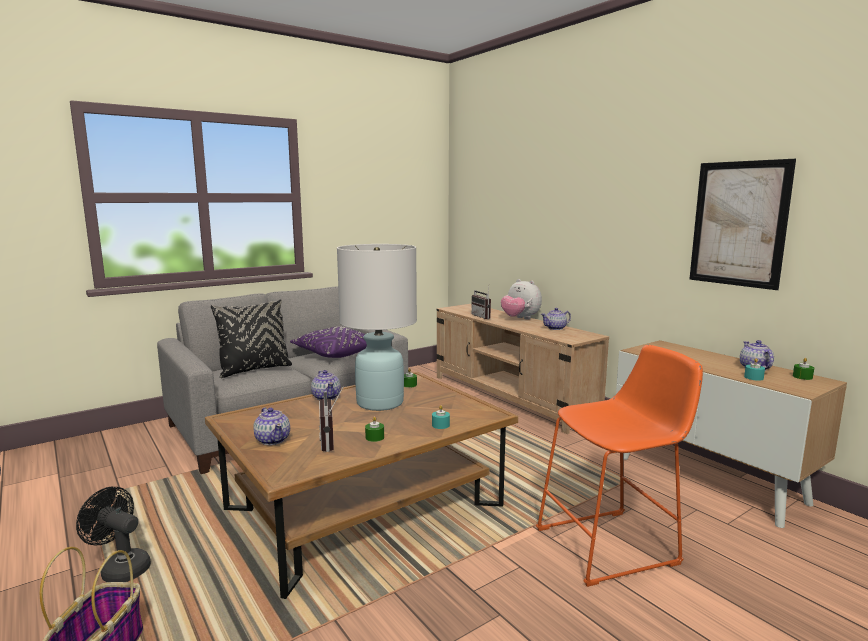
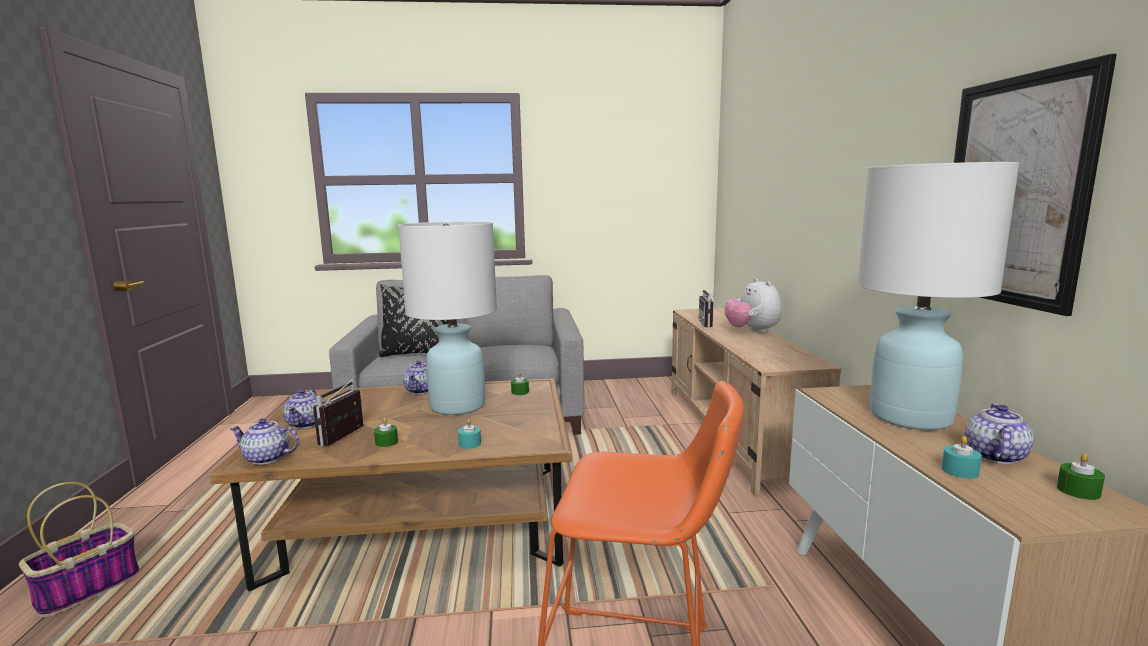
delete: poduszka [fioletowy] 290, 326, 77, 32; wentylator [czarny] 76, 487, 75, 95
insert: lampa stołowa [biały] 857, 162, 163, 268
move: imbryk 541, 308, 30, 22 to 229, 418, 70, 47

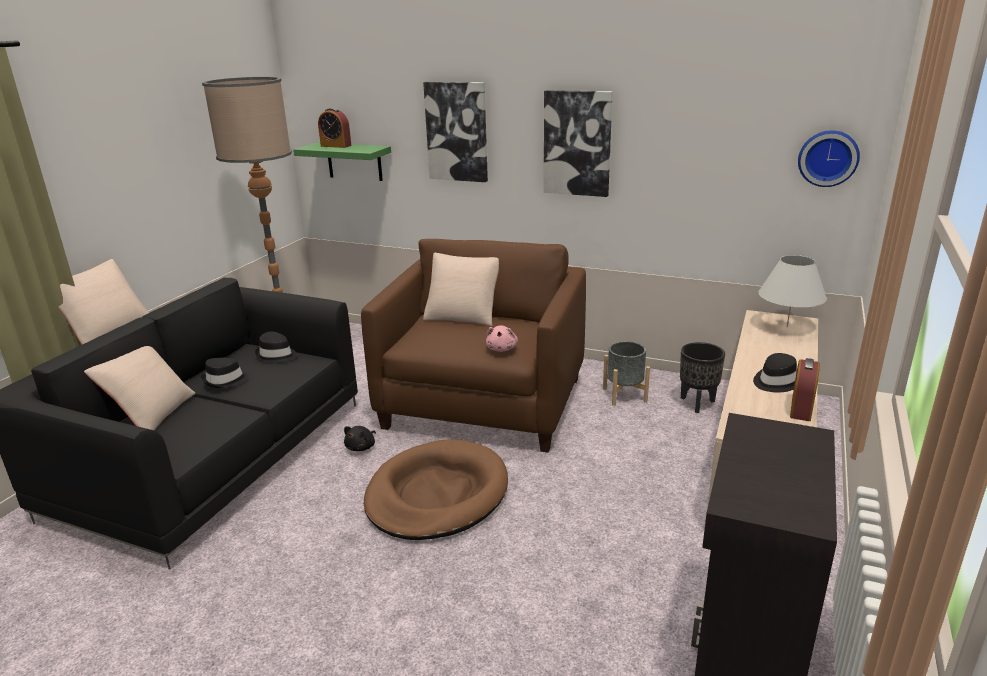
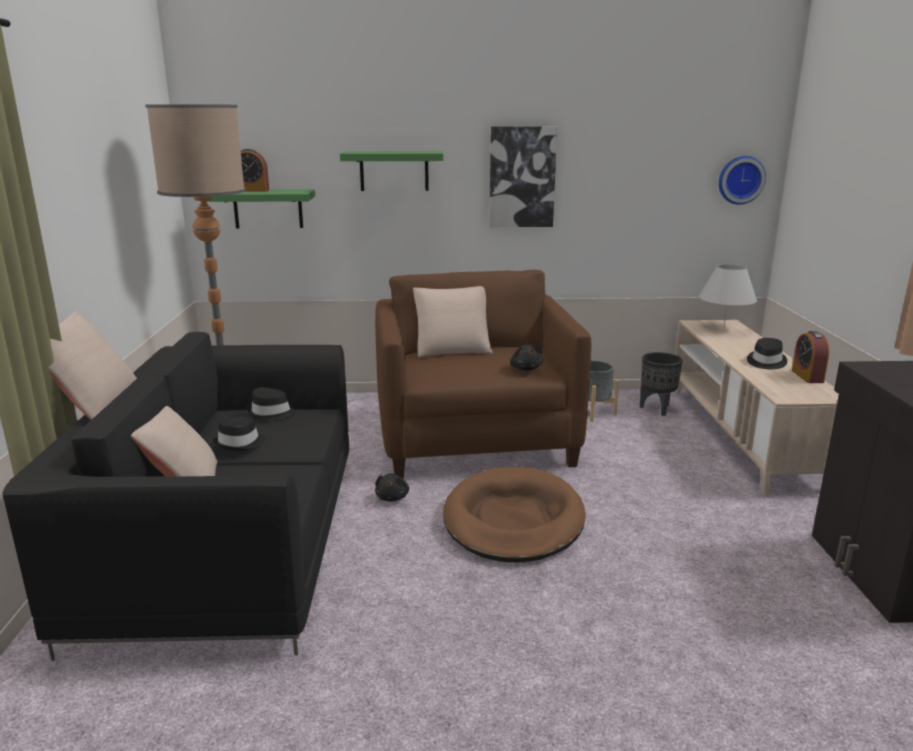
replace: obraz 423, 82, 65, 100 to półka [zielony] 340, 151, 103, 40
recolor: pluszak [różowy] 486, 326, 32, 26 to pluszak [czarny] 510, 344, 33, 27

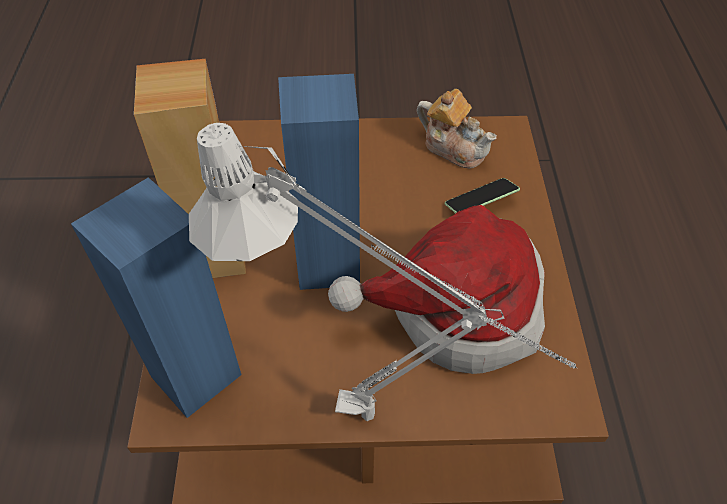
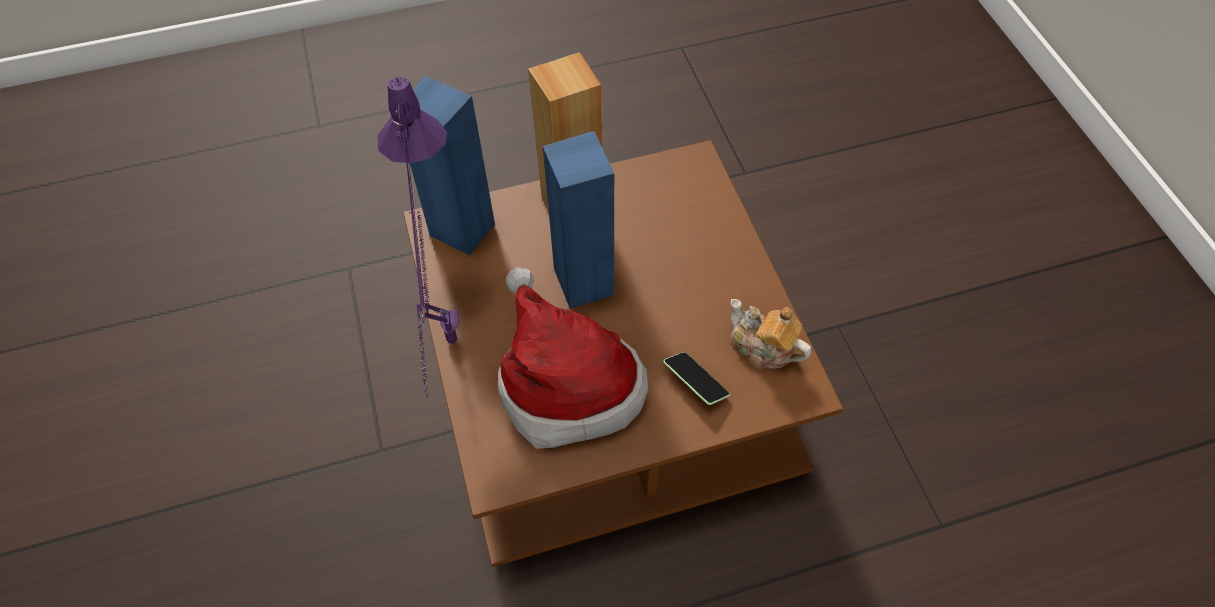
recolor: lampa stołowa [szary] 189, 123, 388, 298 to lampa stołowa [fioletowy] 377, 77, 81, 322
rotate: imbryk 417, 89, 80, 79 = 730, 299, 81, 70 105 degrees clockwise

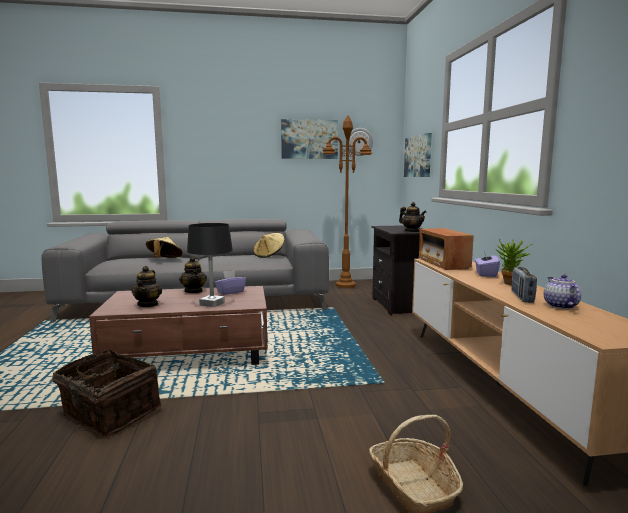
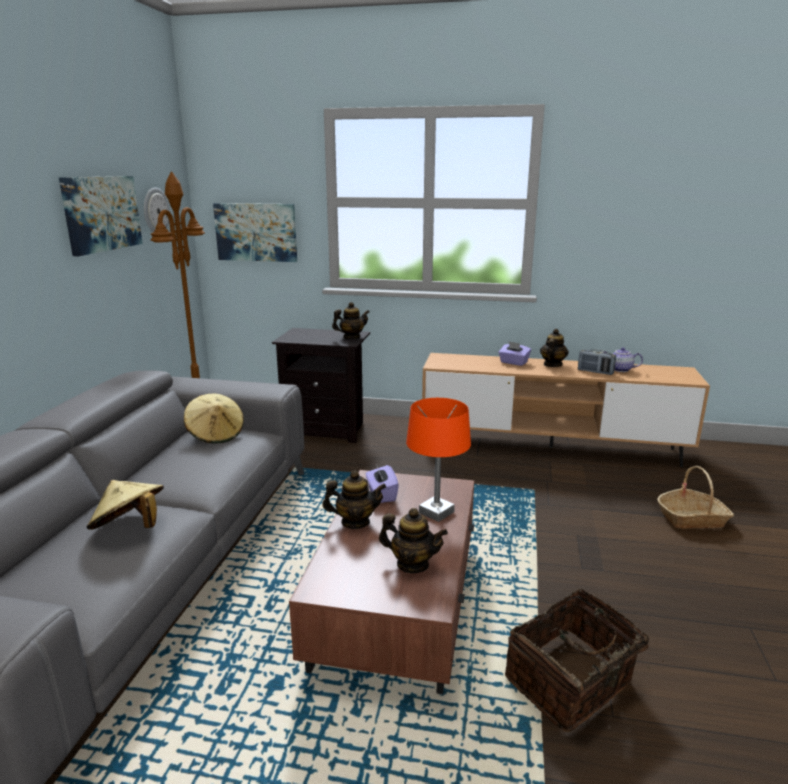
delete: radio 419, 228, 55, 42
replace: roślina doniczkowa 496, 239, 36, 46 to imbryk 540, 329, 29, 38
recolor: lampa stołowa [czarny] 187, 223, 46, 84 to lampa stołowa [pomarańczowy] 406, 398, 65, 124

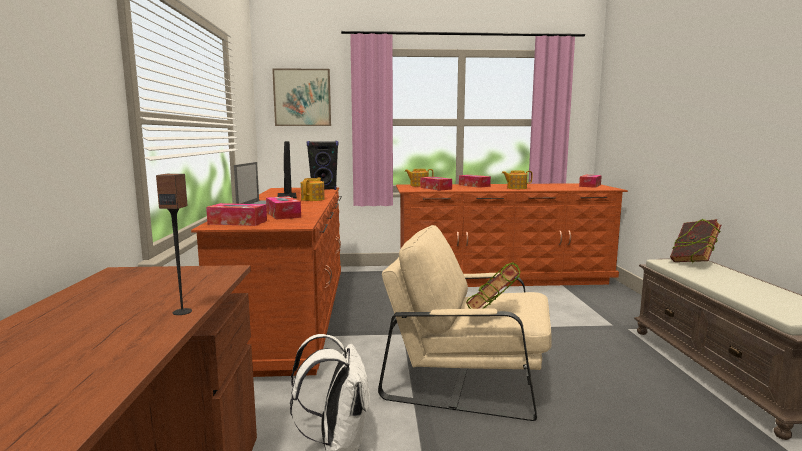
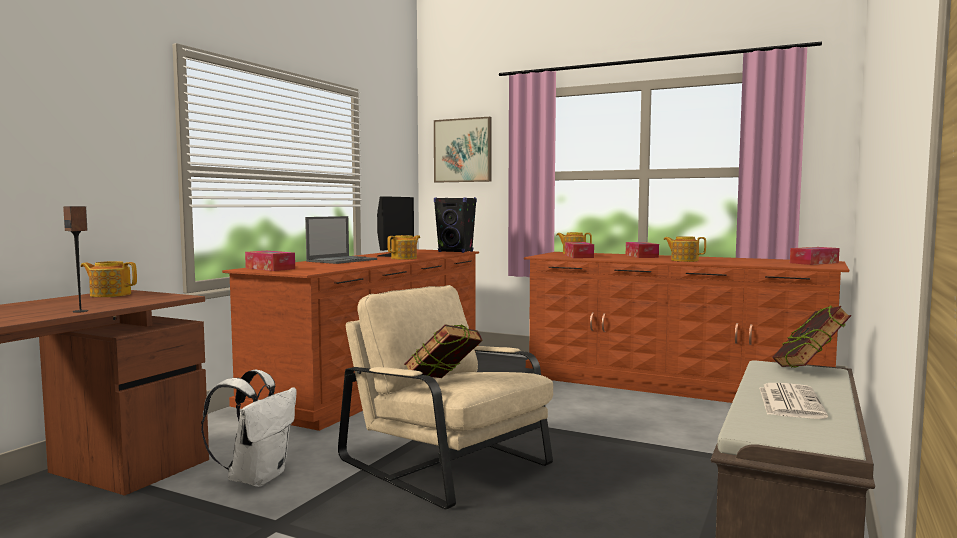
delete: pudełko chusteczek 266, 196, 35, 24
insert: imbryk 81, 261, 56, 36; gazeta 759, 383, 69, 36

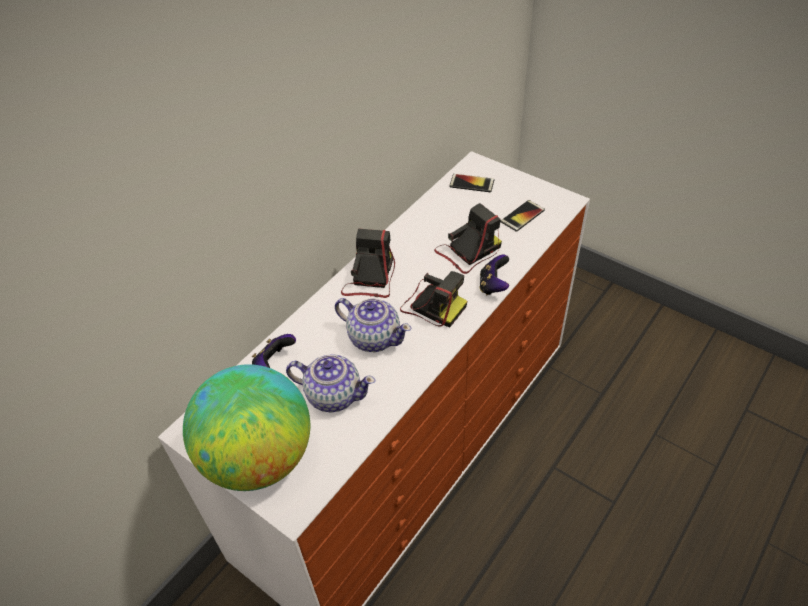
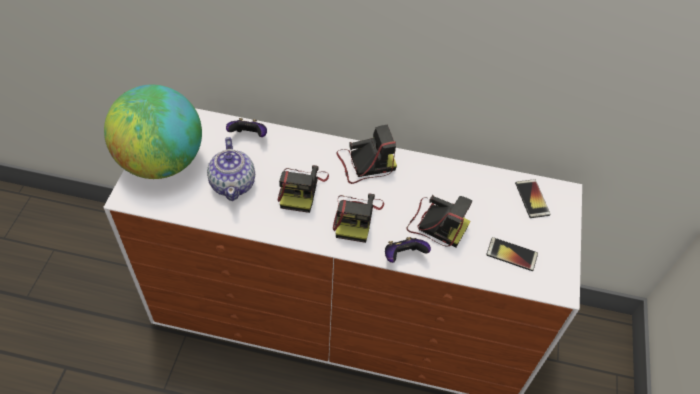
replace: imbryk 335, 298, 77, 54 to aparat fotograficzny 278, 165, 51, 48

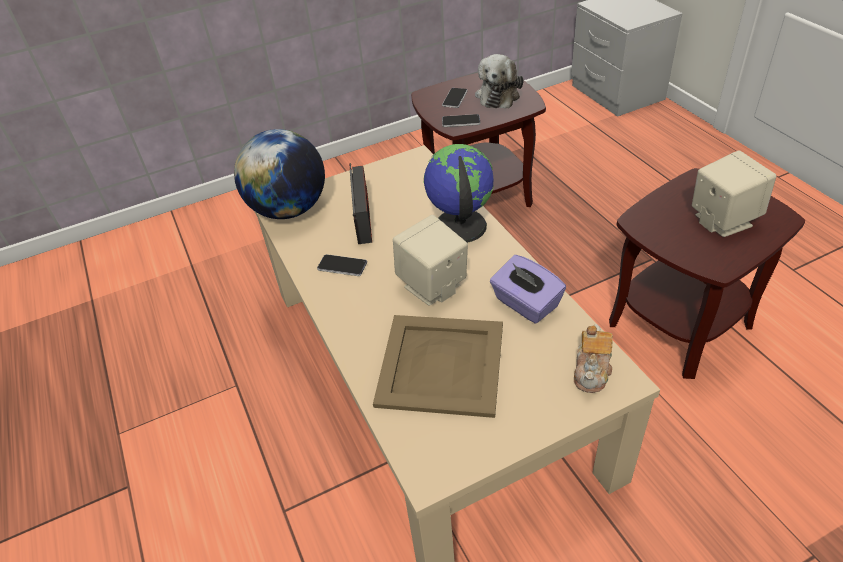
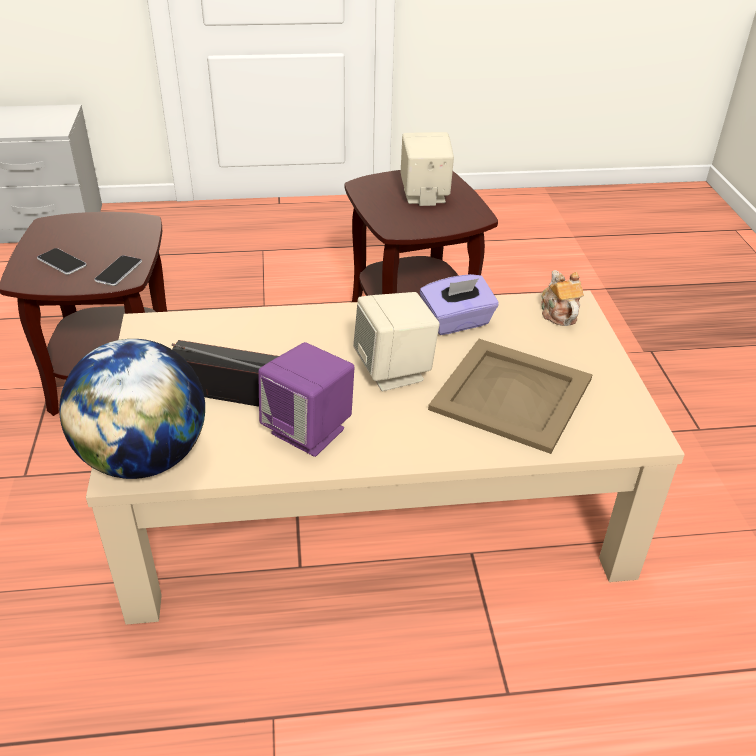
delete: pluszak 475, 54, 48, 54; globus 423, 144, 71, 99
replace: telefon 317, 254, 50, 22 to głośnik [fioletowy] 258, 342, 97, 115
rotate: imbryk 574, 324, 39, 69 = 541, 270, 43, 56 135 degrees counterclockwise

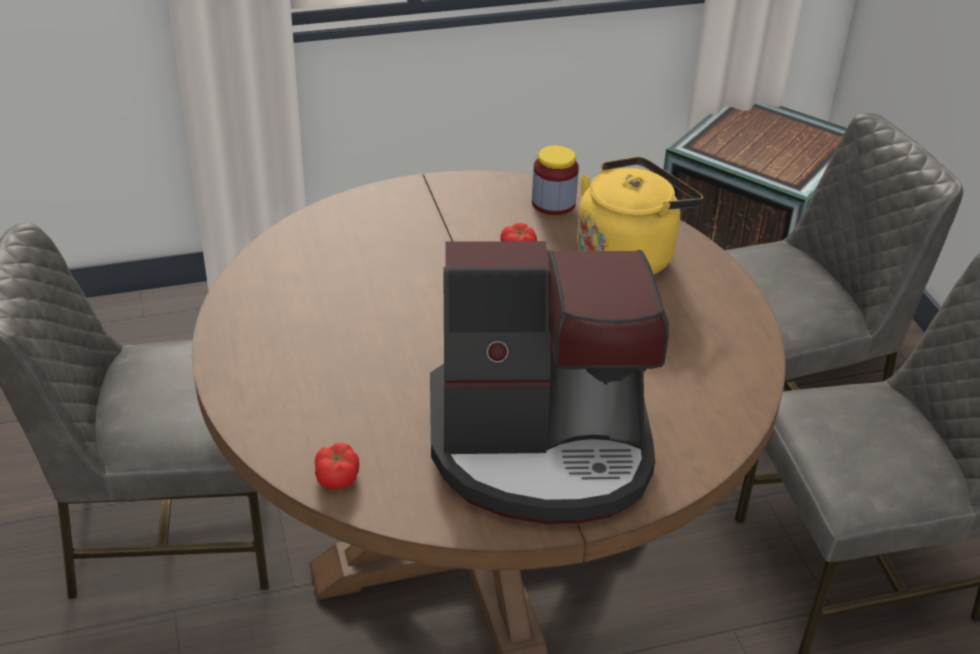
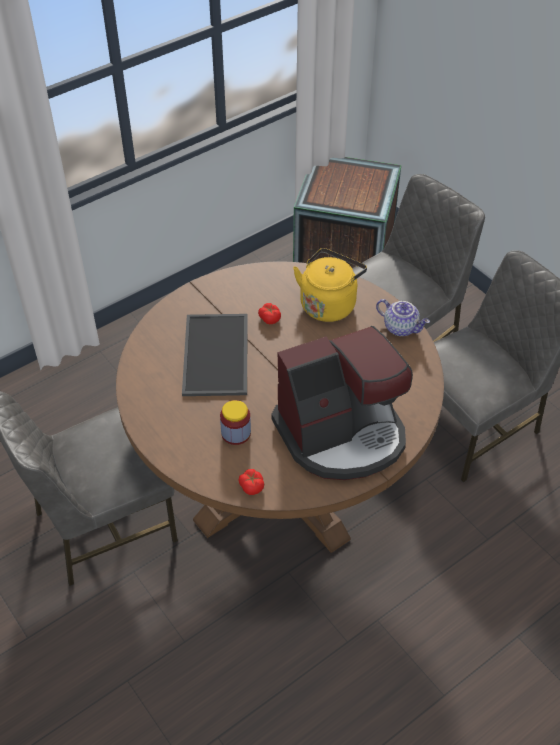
insert: imbryk 376, 299, 54, 37; taca 182, 314, 66, 82
move: słoik 532, 145, 47, 70 to 220, 400, 31, 45

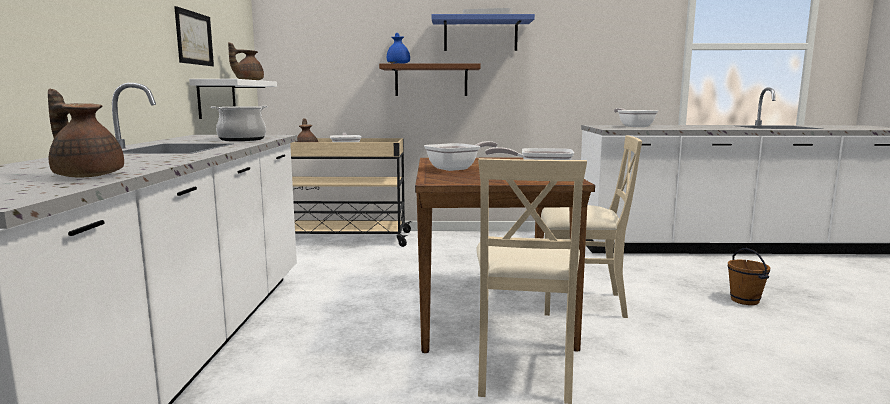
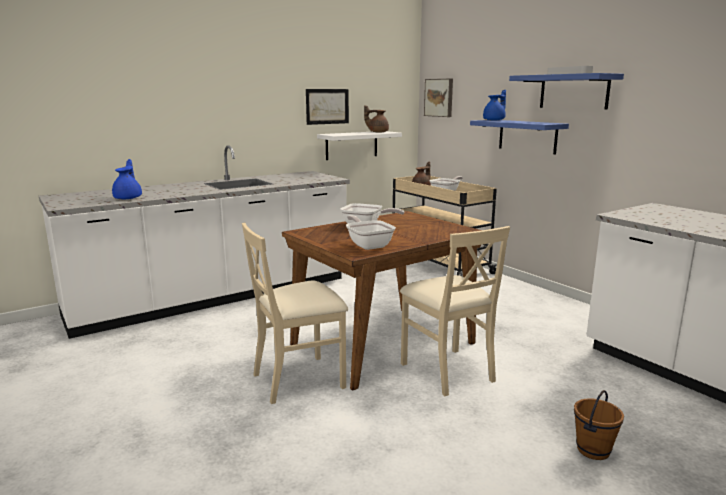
delete: garnek 211, 106, 57, 35; patelnia 614, 108, 44, 19
insert: obraz 424, 79, 29, 38
recolor: półka [brązowy] 379, 63, 102, 33 to półka [niebieski] 470, 120, 99, 34; imbryk [brązowy] 48, 89, 76, 88 to imbryk [niebieski] 112, 159, 30, 41

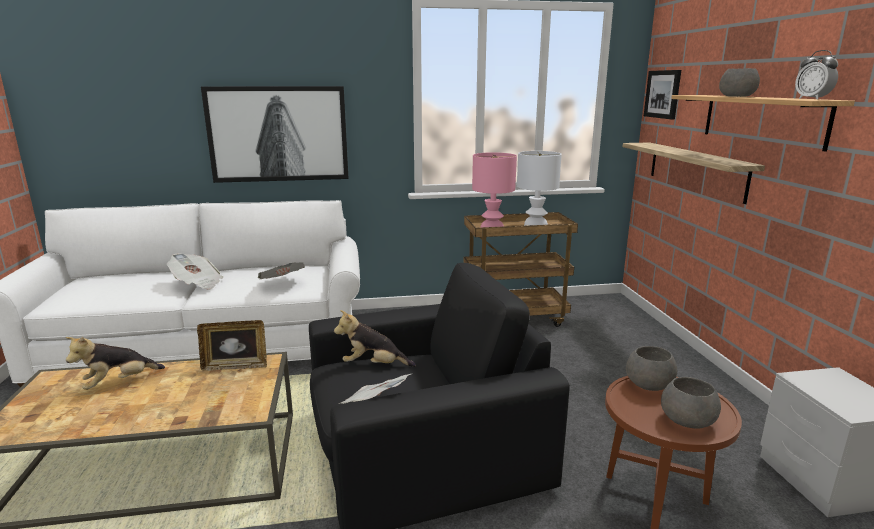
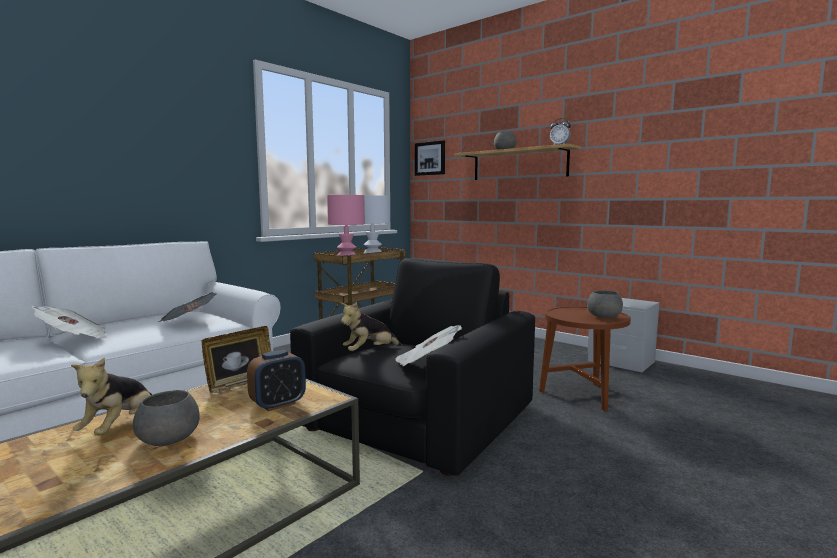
delete: obraz 201, 86, 148, 97; półka 623, 143, 142, 61
insert: budzik 247, 350, 59, 61
move: miska [szary] 626, 346, 51, 45 to 133, 390, 67, 56

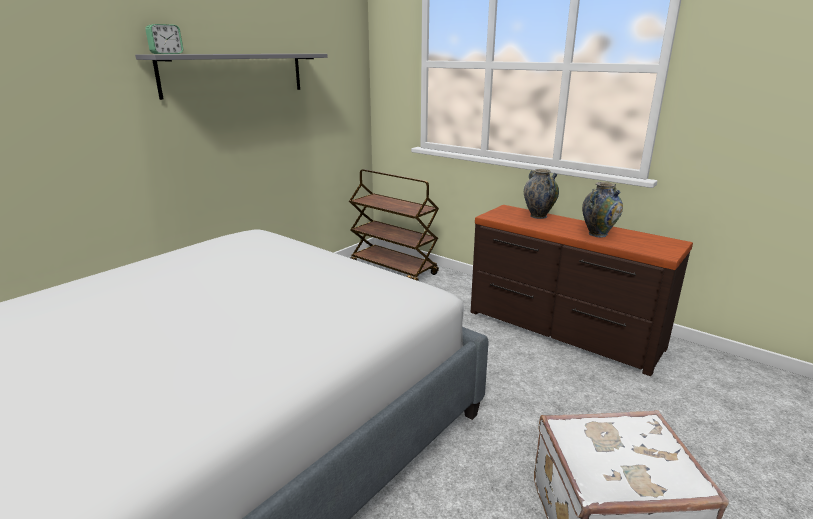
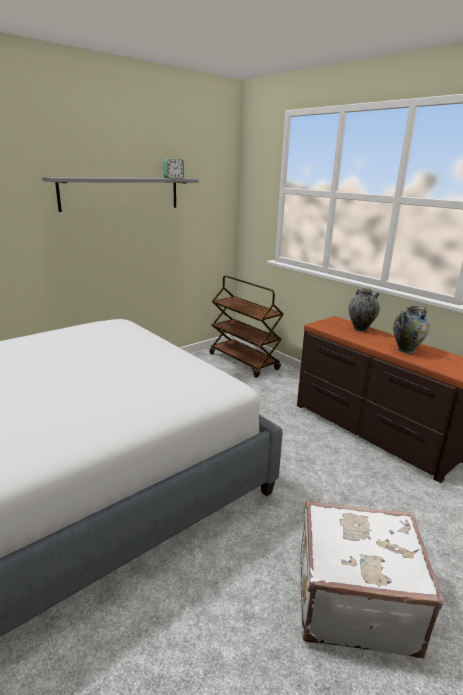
move: budzik 145, 24, 38, 30 to 163, 159, 21, 20

